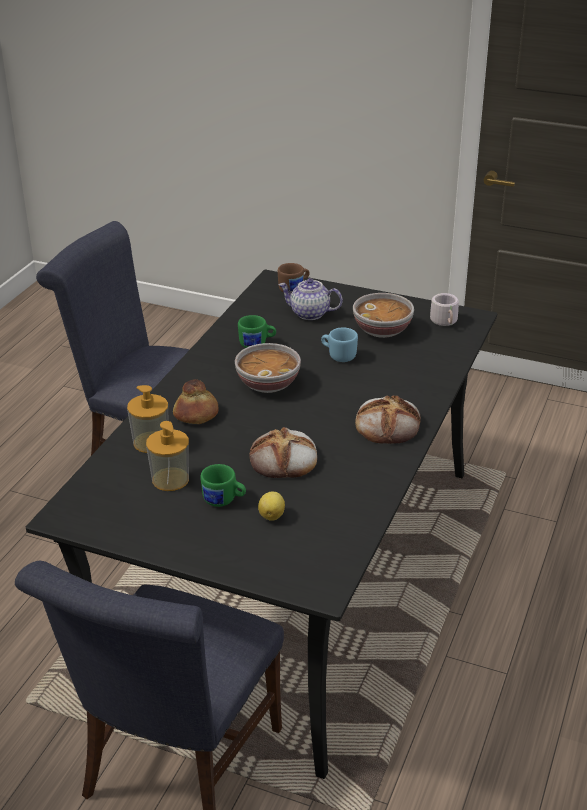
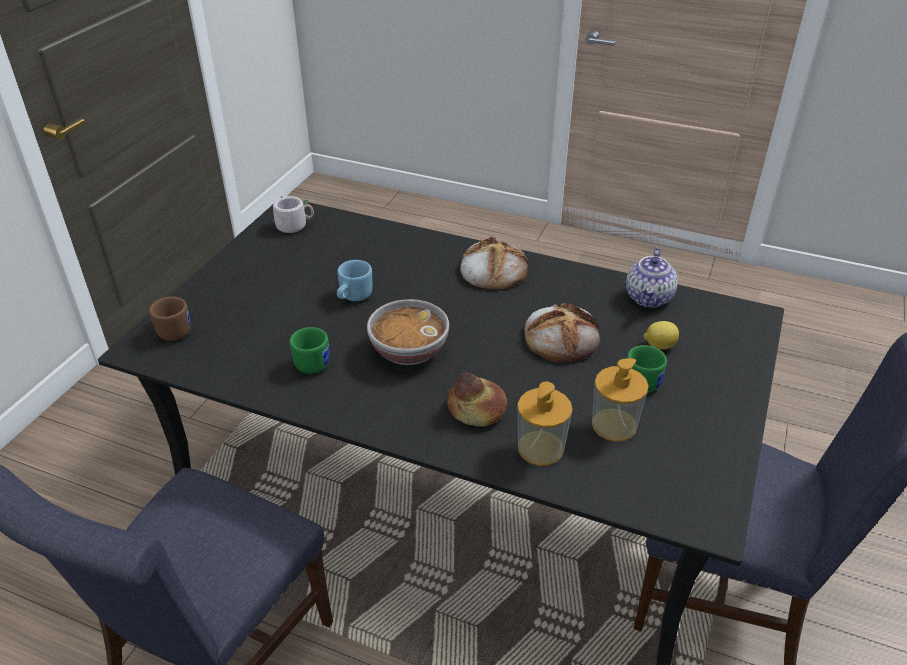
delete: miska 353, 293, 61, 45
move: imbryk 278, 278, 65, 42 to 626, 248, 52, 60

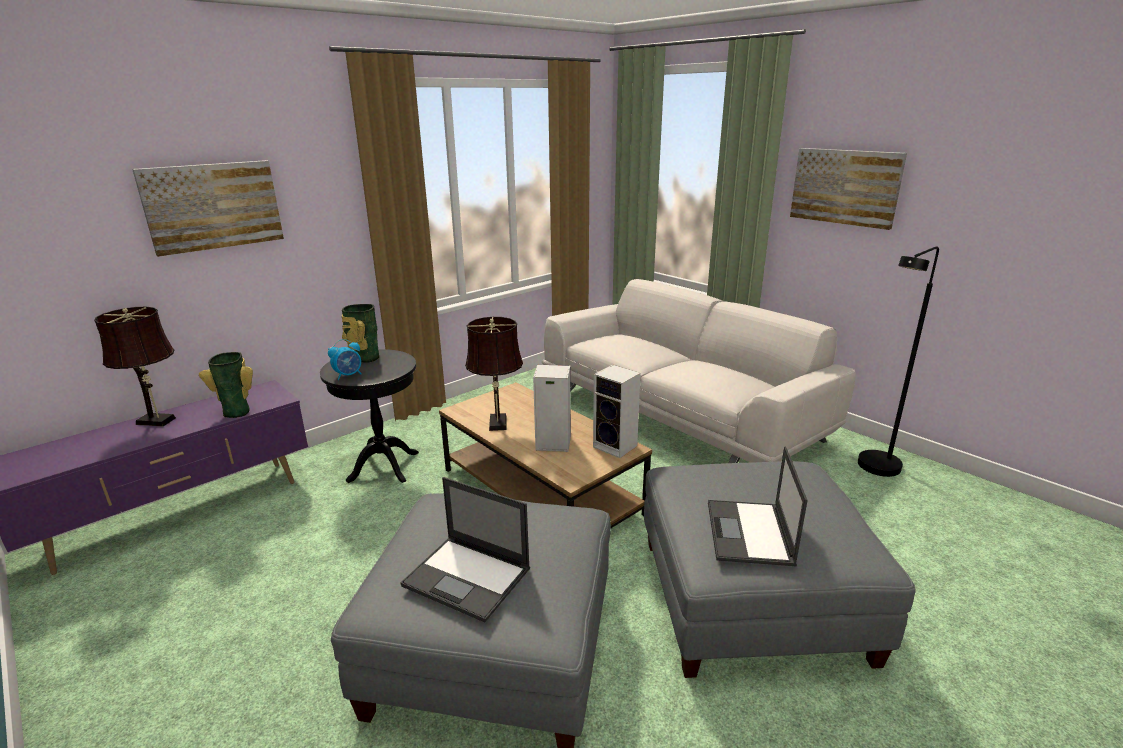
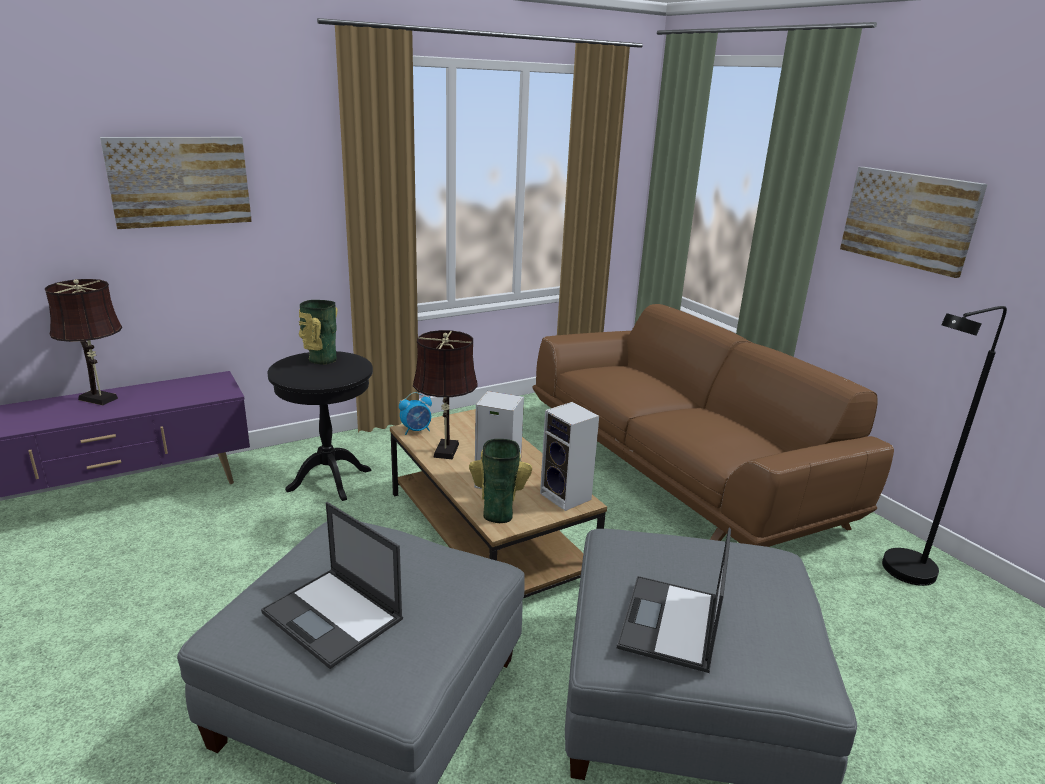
move: budzik 328, 339, 33, 41 to 399, 392, 33, 43; wazon 199, 352, 54, 66 to 469, 439, 63, 84
recolor: kanapa [biały] 542, 279, 314, 184 to kanapa [brązowy] 532, 304, 362, 243

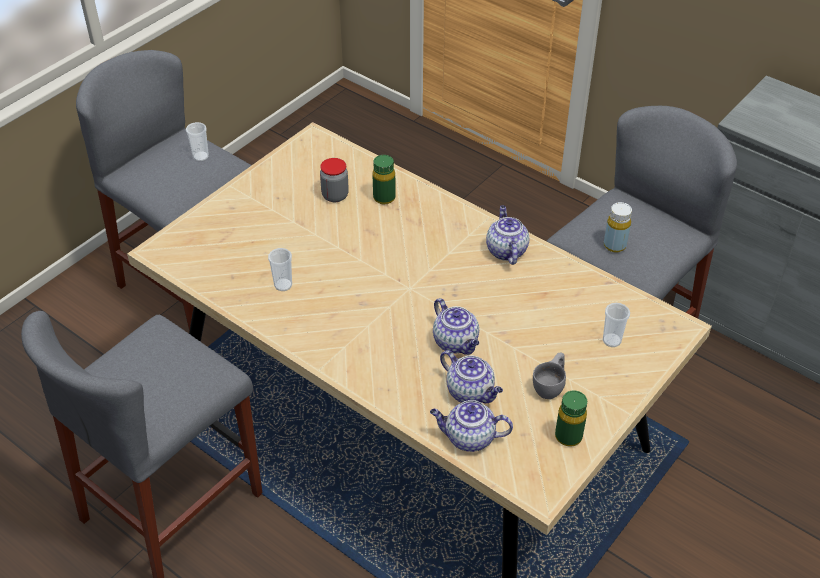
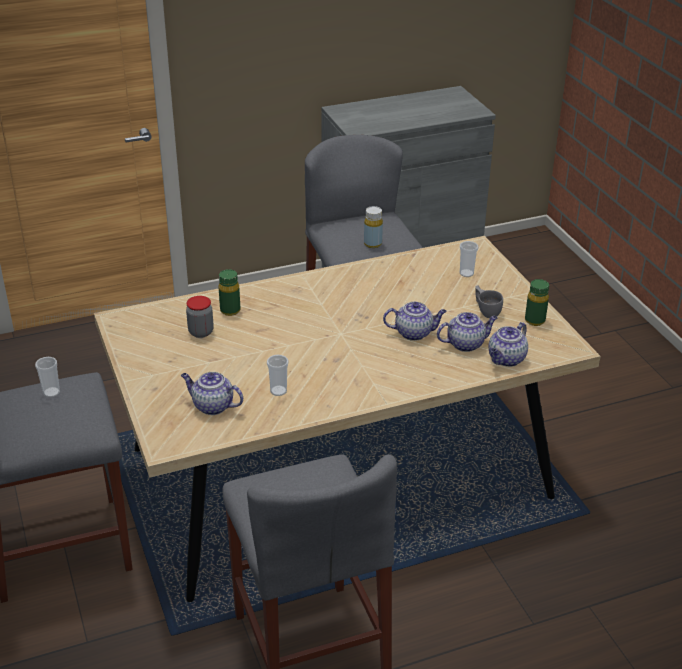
move: imbryk 486, 205, 43, 60 to 181, 372, 62, 43

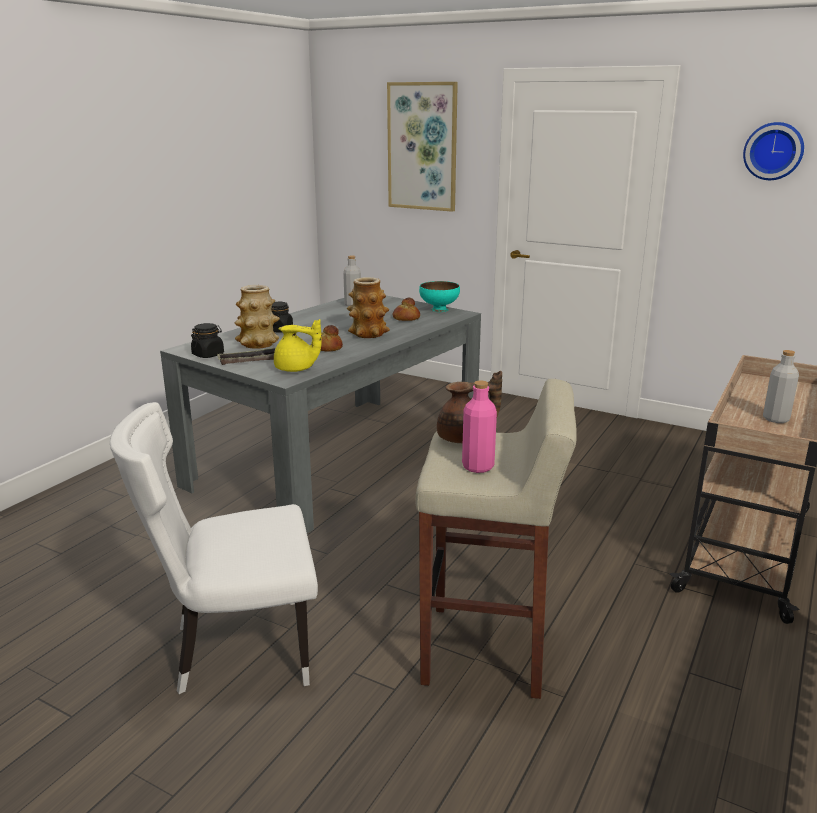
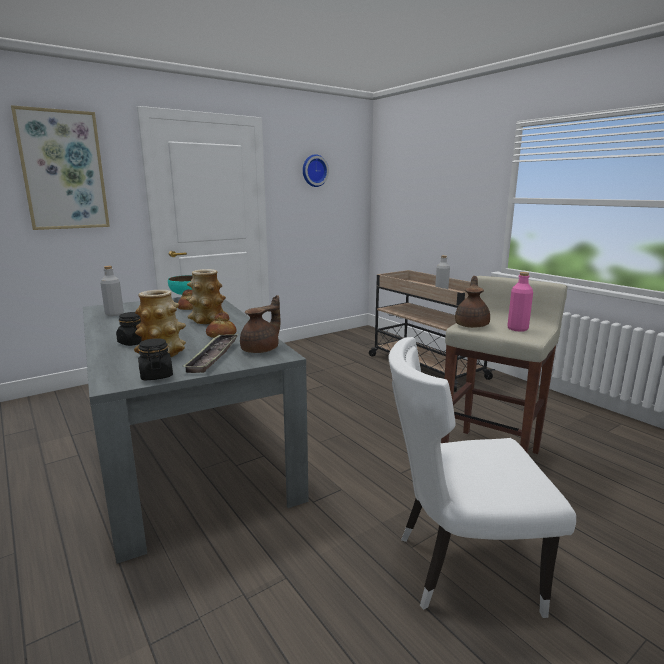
recolor: imbryk [żółty] 274, 319, 48, 53 to imbryk [brązowy] 240, 295, 41, 58
rotate: krzesło [biały] 110, 402, 208, 292 = 389, 337, 187, 281 75 degrees clockwise

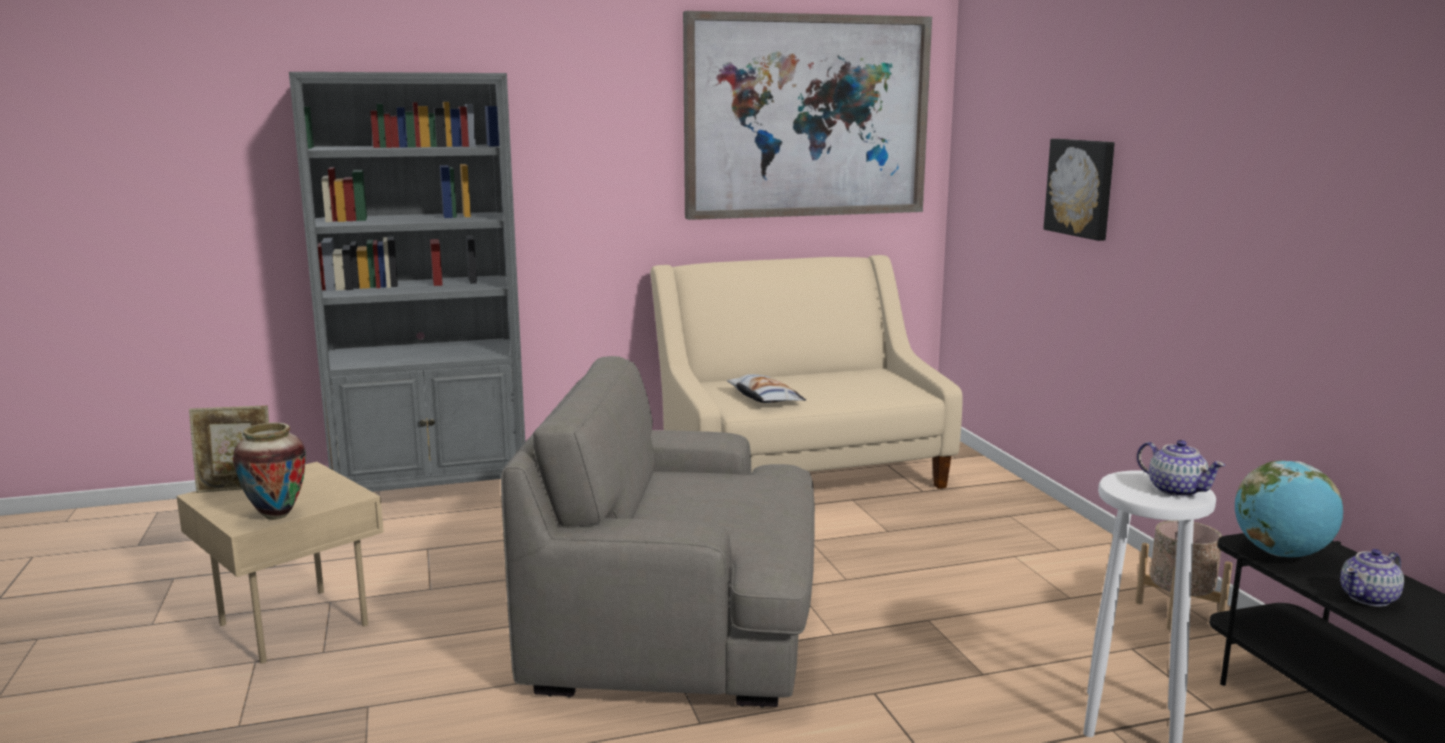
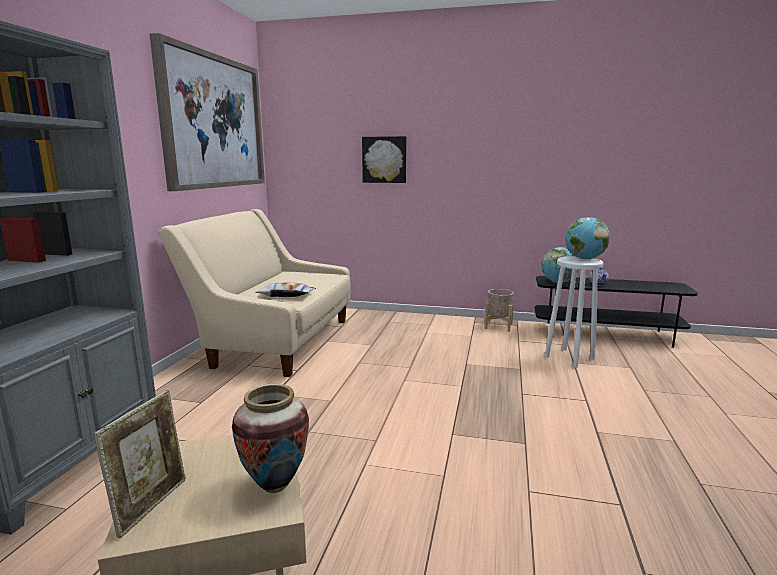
delete: fotel [szary] 501, 356, 314, 352
replace: imbryk 1137, 440, 88, 57 to globus 565, 217, 45, 42

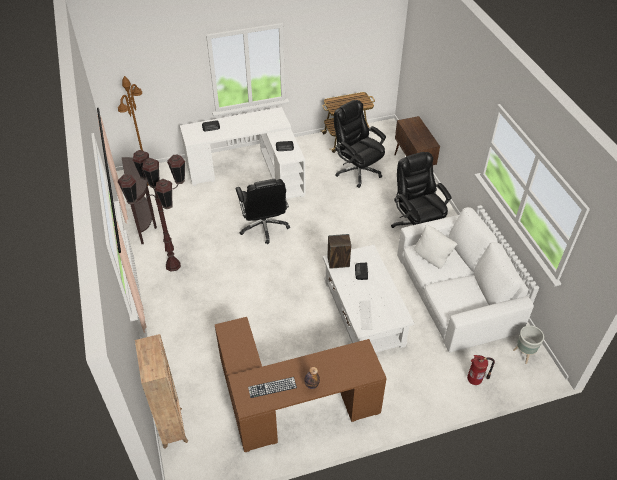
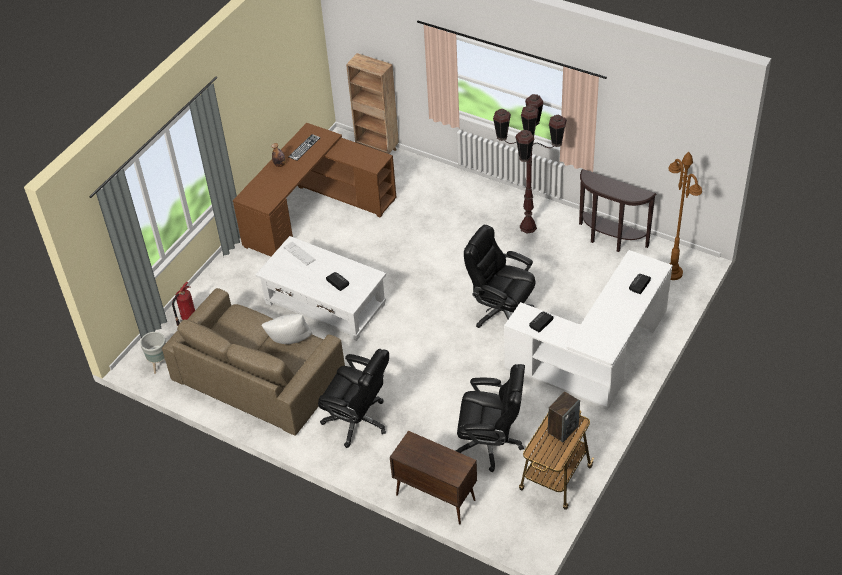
move: głośnik 327, 234, 24, 35 to 548, 391, 32, 52
recolor: kanapa [biały] 397, 207, 137, 146 to kanapa [brązowy] 162, 288, 183, 148

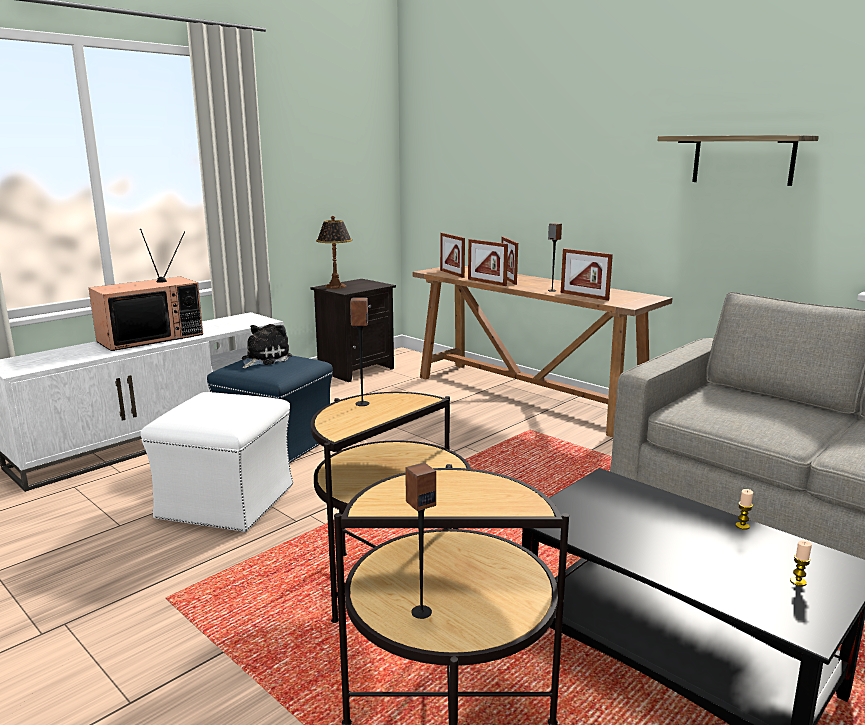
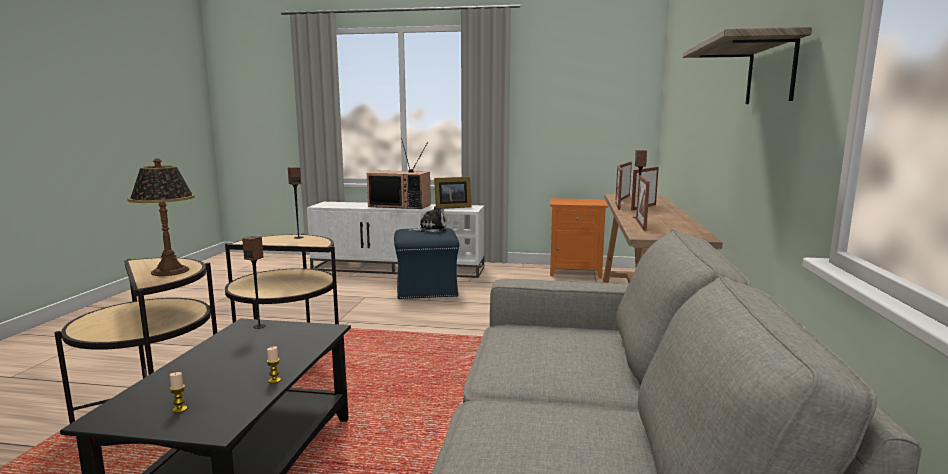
delete: pufa [biały] 140, 392, 153, 140
insert: ramka na zdjęcie 434, 177, 37, 32
move: lampa stołowa 316, 216, 36, 73 to 128, 158, 67, 118; głośnik 405, 463, 31, 156 to 242, 236, 24, 93
recolor: szafka nocna [czarny] 311, 279, 85, 103 to szafka nocna [pomarańczowy] 550, 198, 58, 80

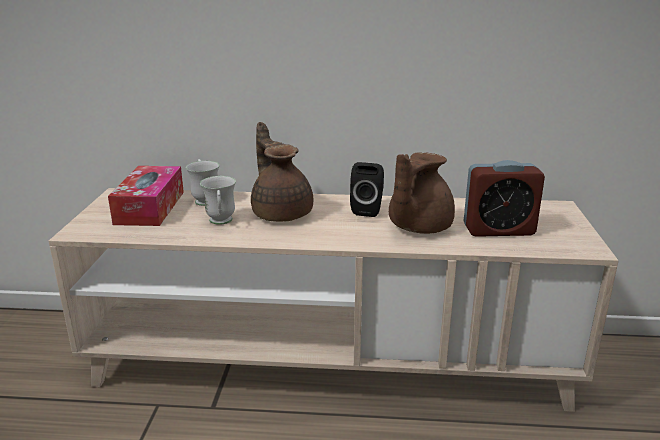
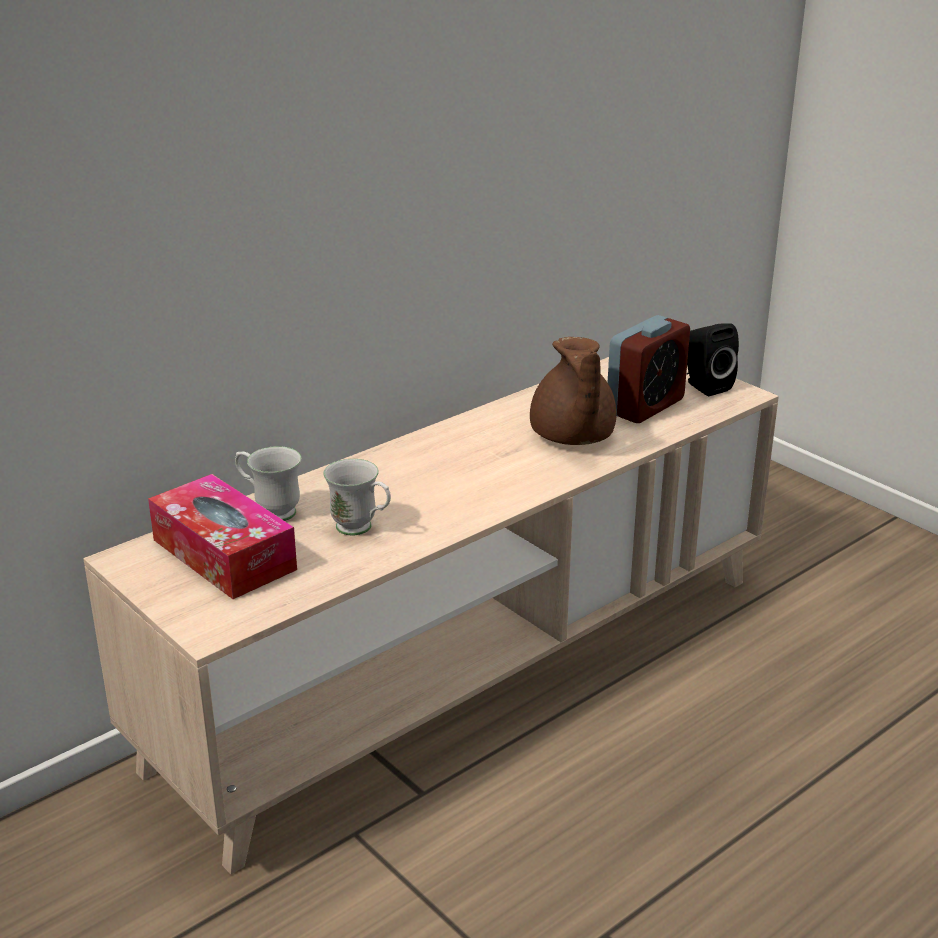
delete: imbryk [brązowy] 251, 122, 62, 100
move: głośnik [czarny] 350, 162, 34, 55 to 687, 323, 52, 73

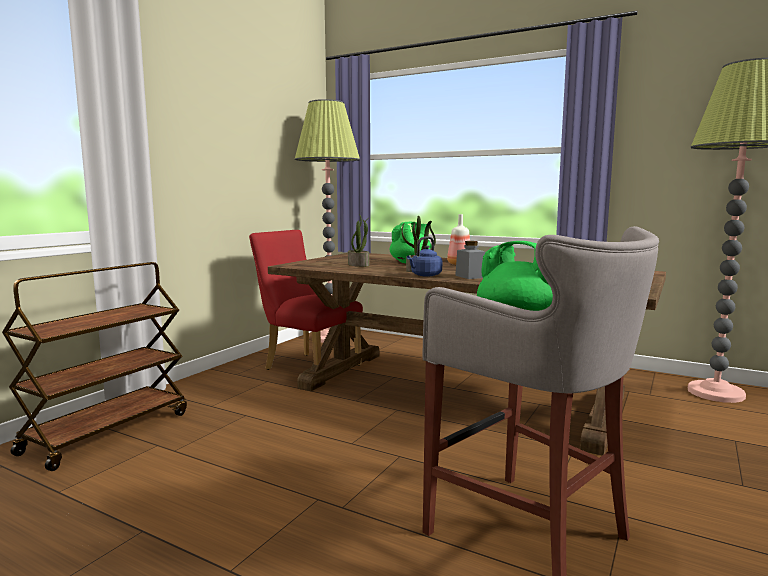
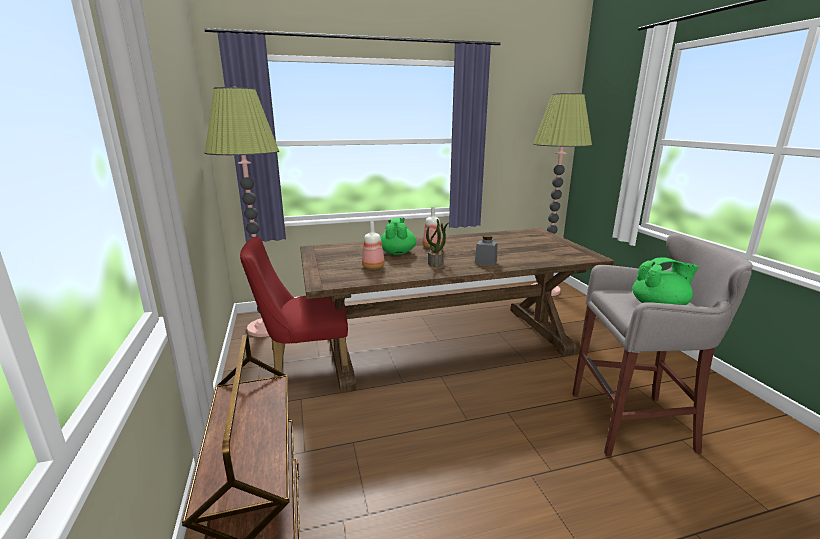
delete: czajnik [niebieski] 407, 236, 35, 41
replace: roślina doniczkowa 348, 214, 21, 53 to butelka 362, 222, 23, 47

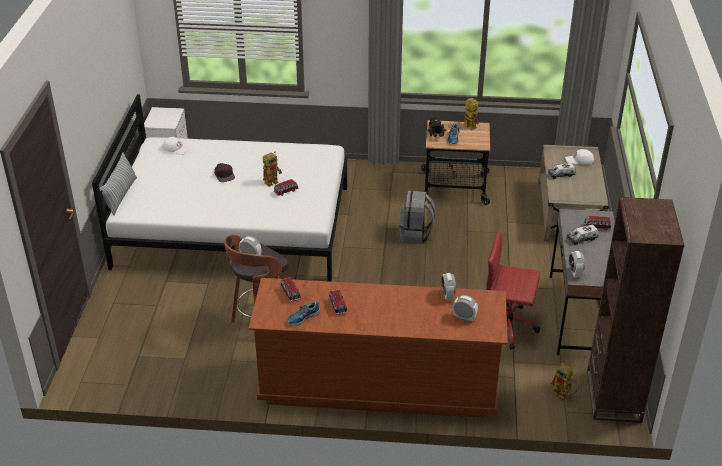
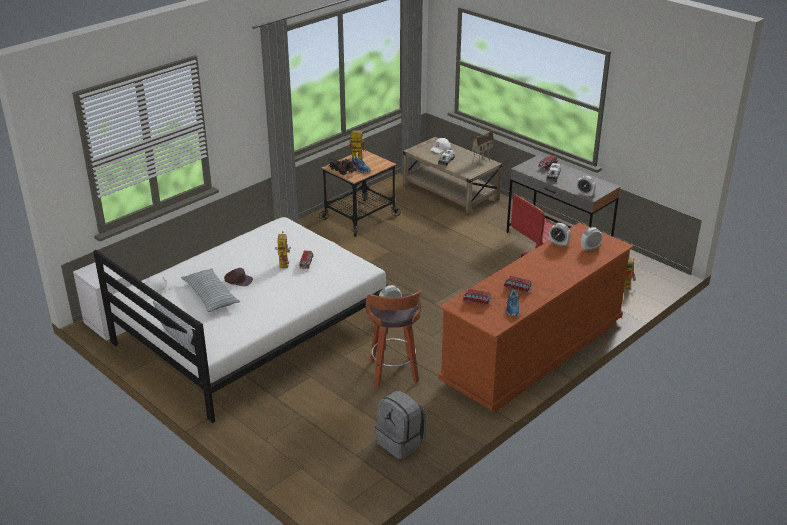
delete: regał [brązowy] 587, 197, 97, 226
insert: domek 472, 130, 22, 36; poduszka 181, 268, 59, 44
move: plecak [szary] 399, 191, 37, 52 to 375, 390, 51, 69

